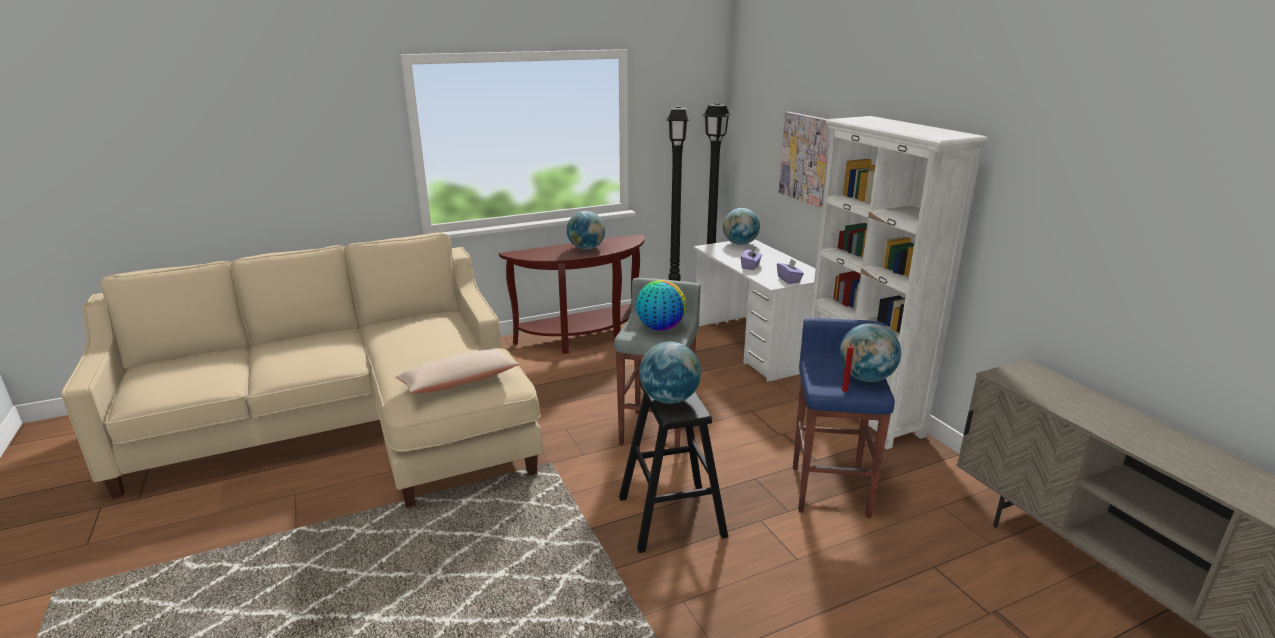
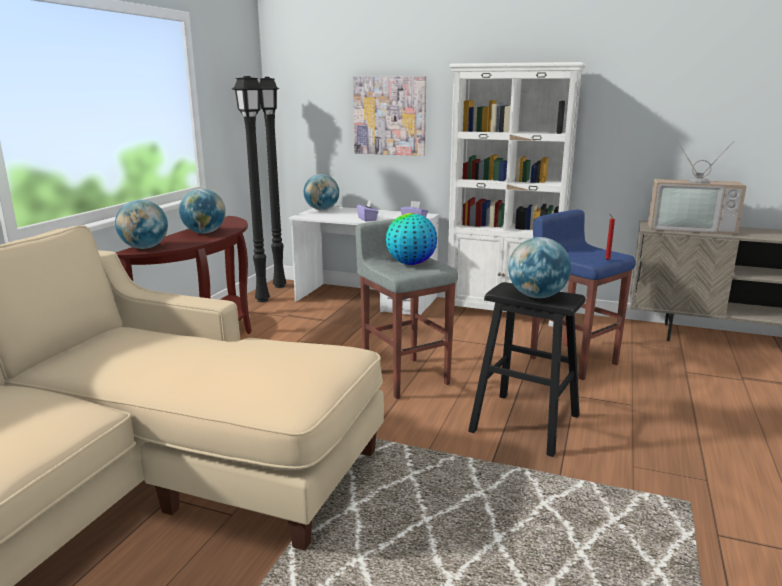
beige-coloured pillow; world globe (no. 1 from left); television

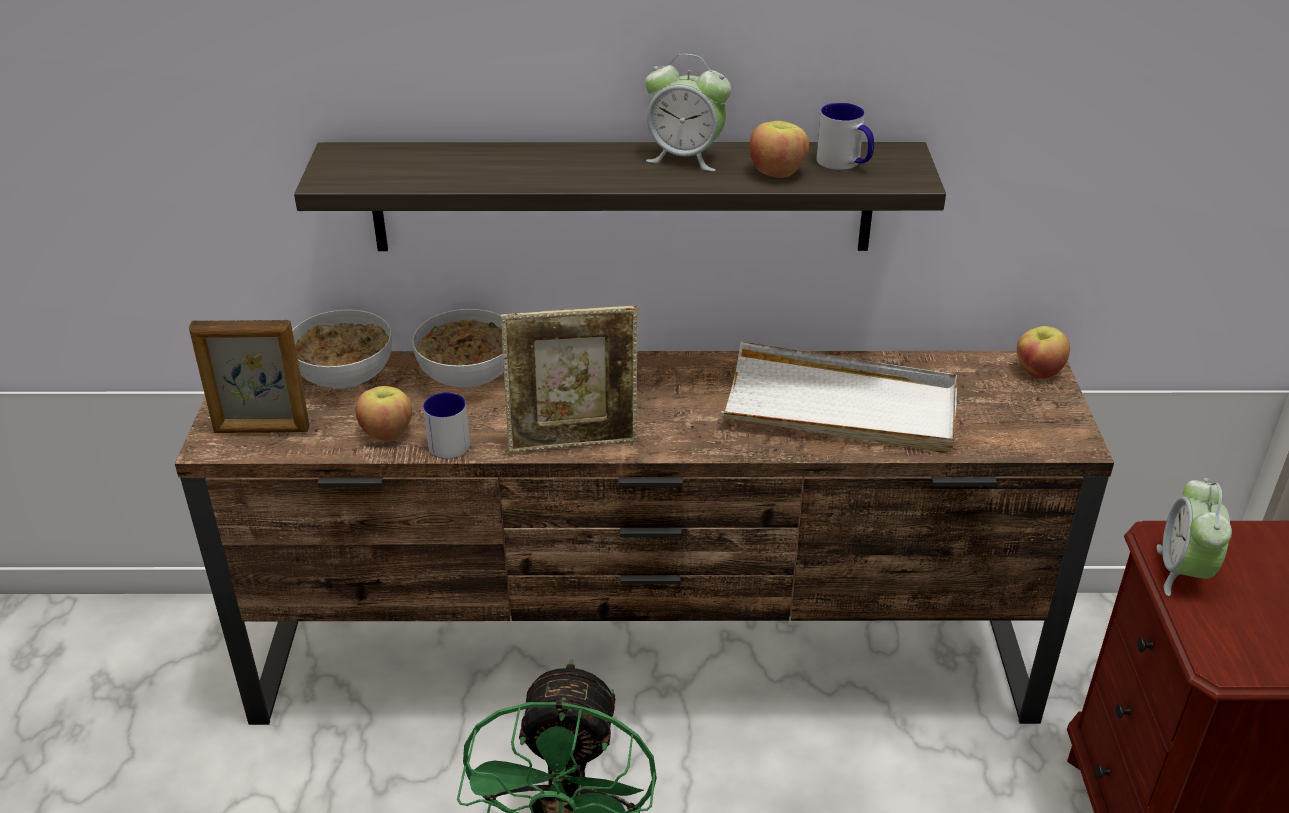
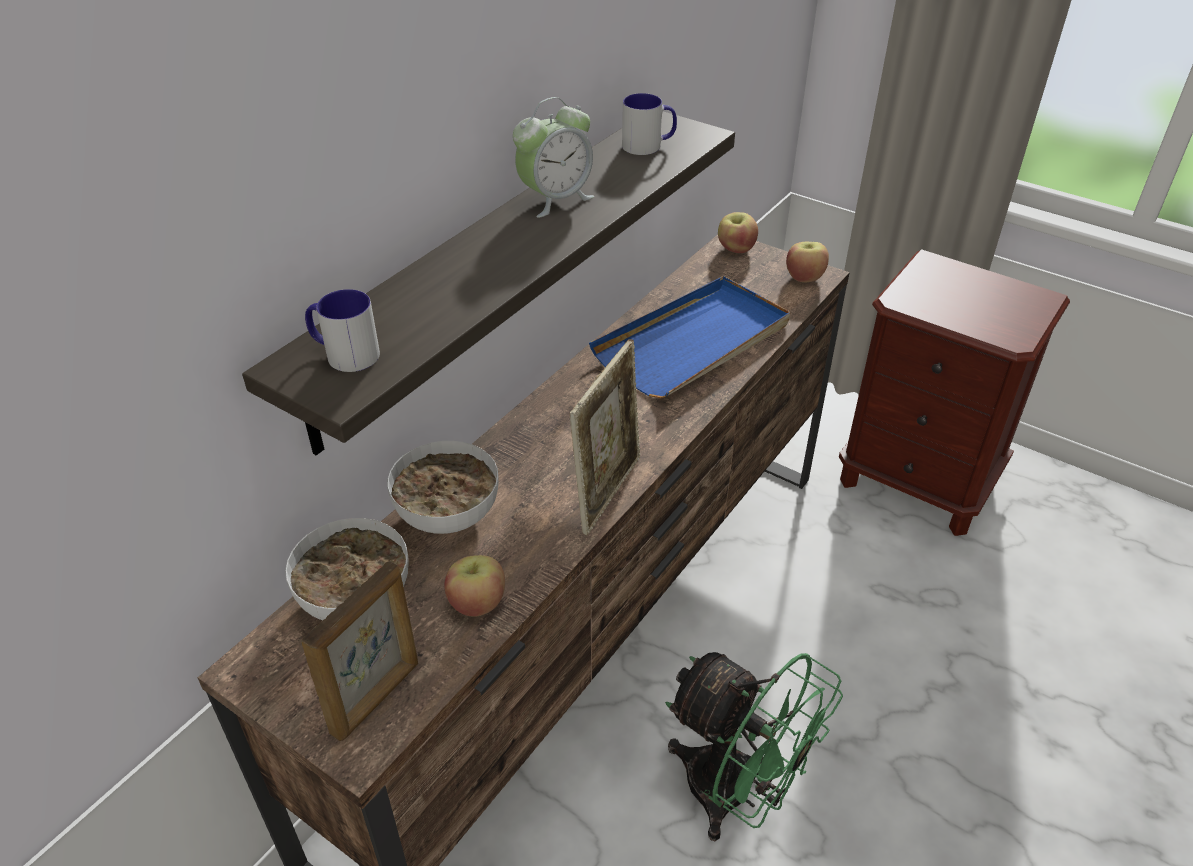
tea mug (no. 1 from left); bluish carrying tray; whole apple (no. 3 from left); table clock (no. 2 from left in the first image)

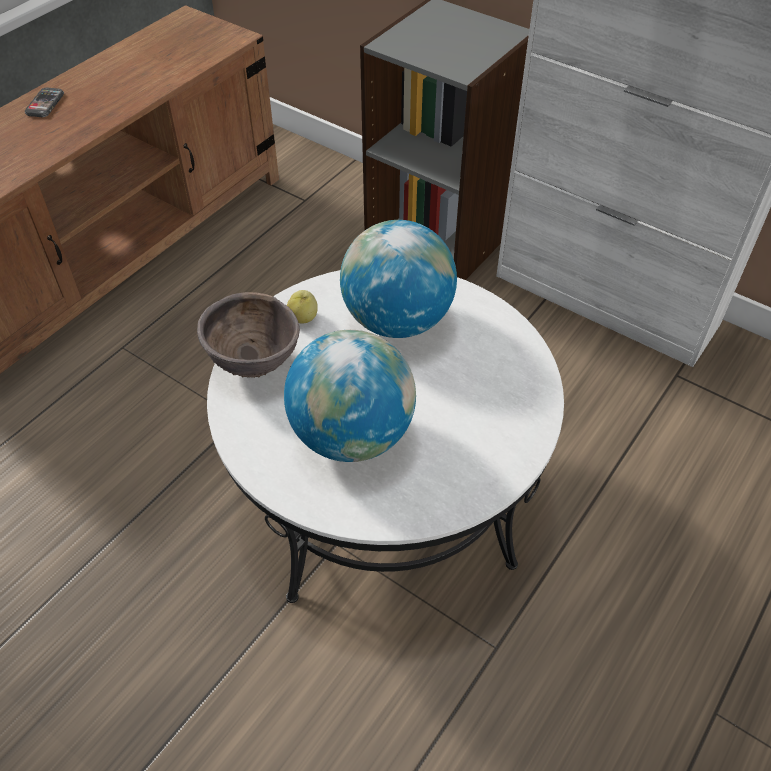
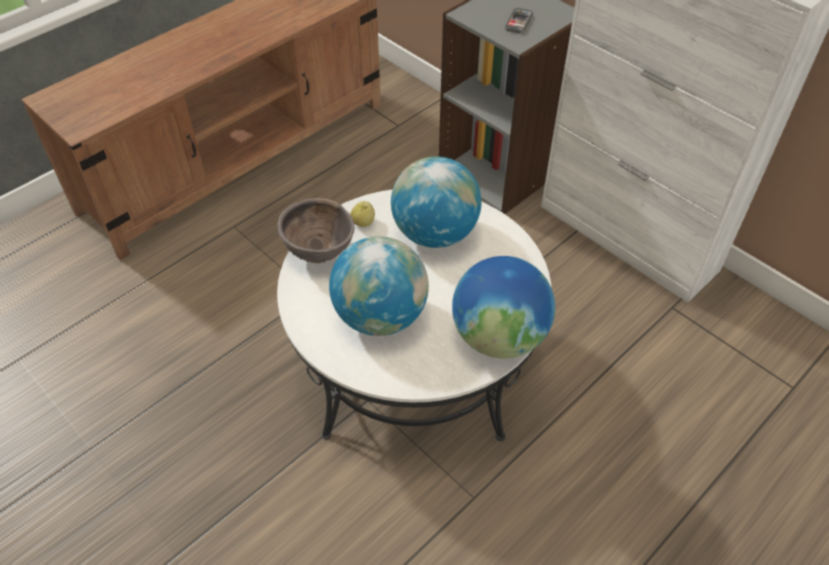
handset; world globe (no. 3 from left)

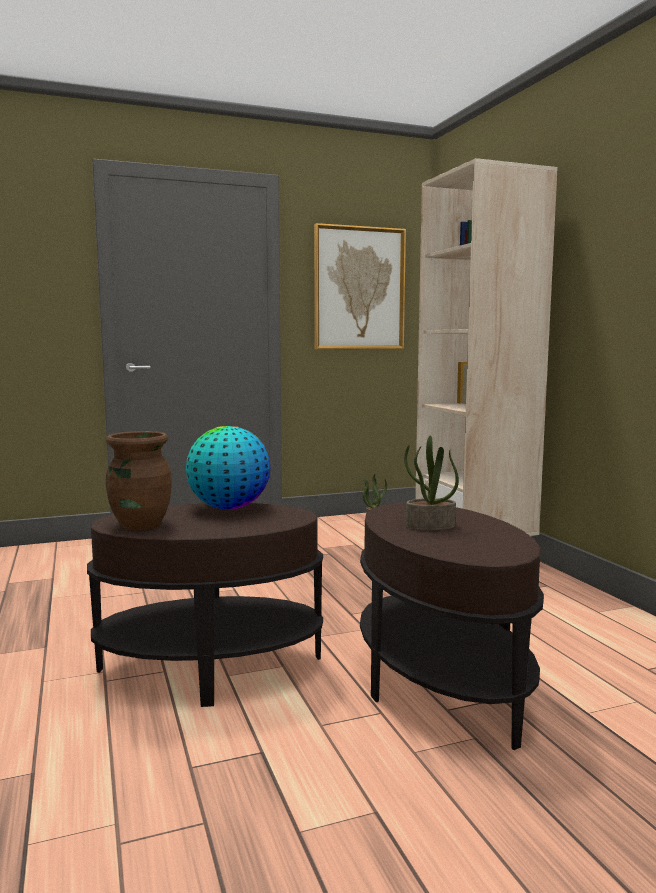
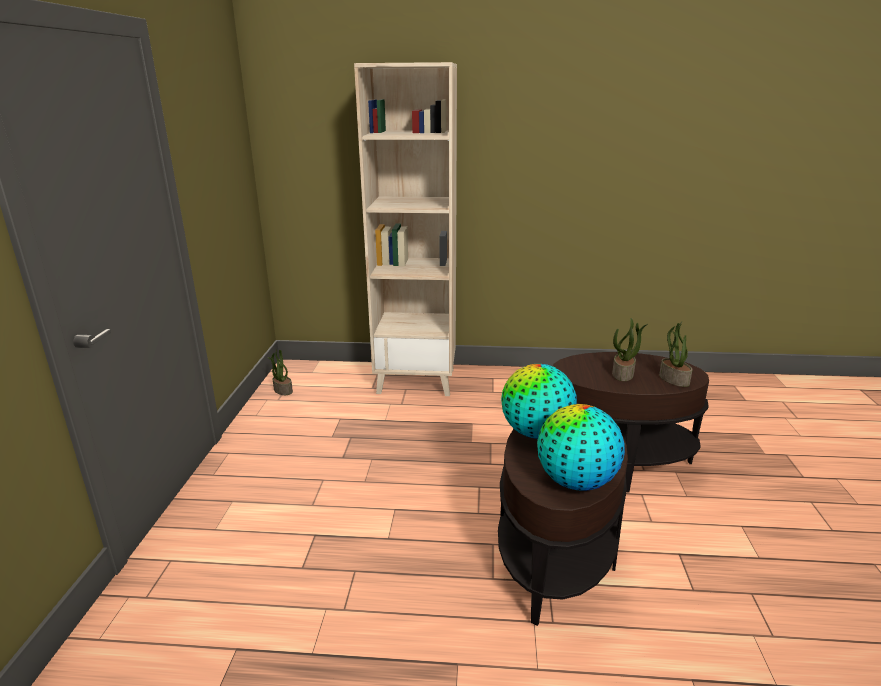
world globe (no. 2 from left); wall art; plant in a pot (no. 3 from left)

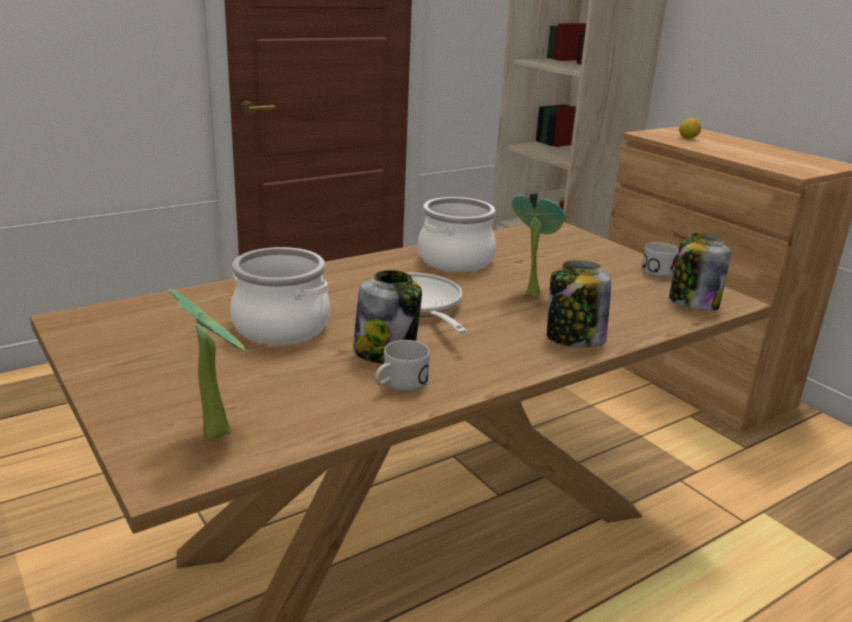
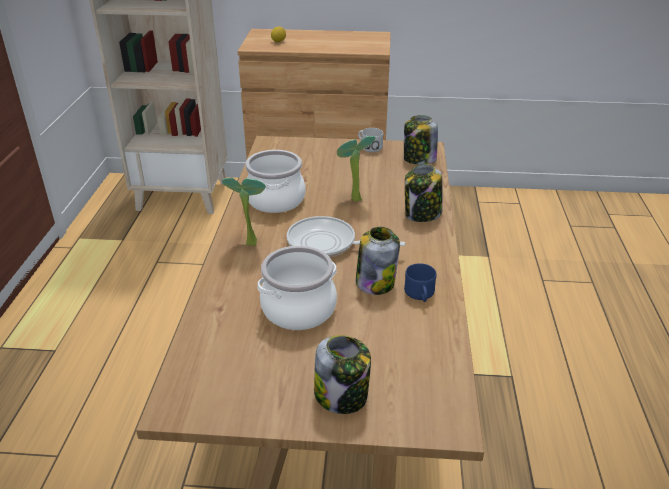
plant in a pot (no. 1 from left); bluish tea mug; jar (no. 1 from left)

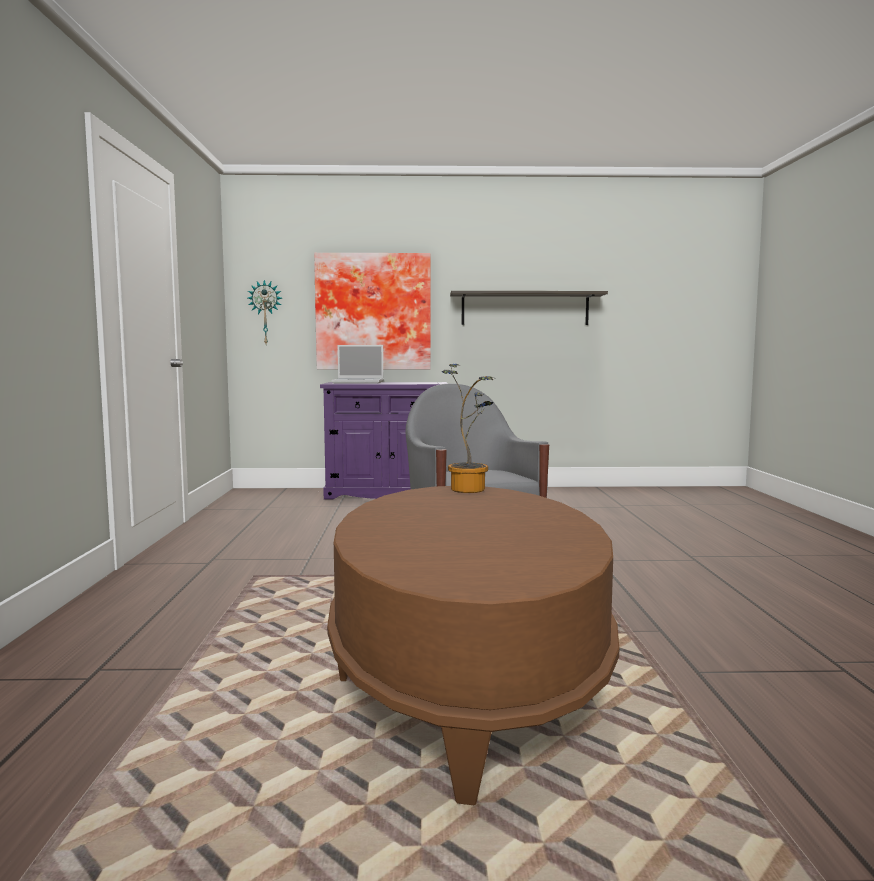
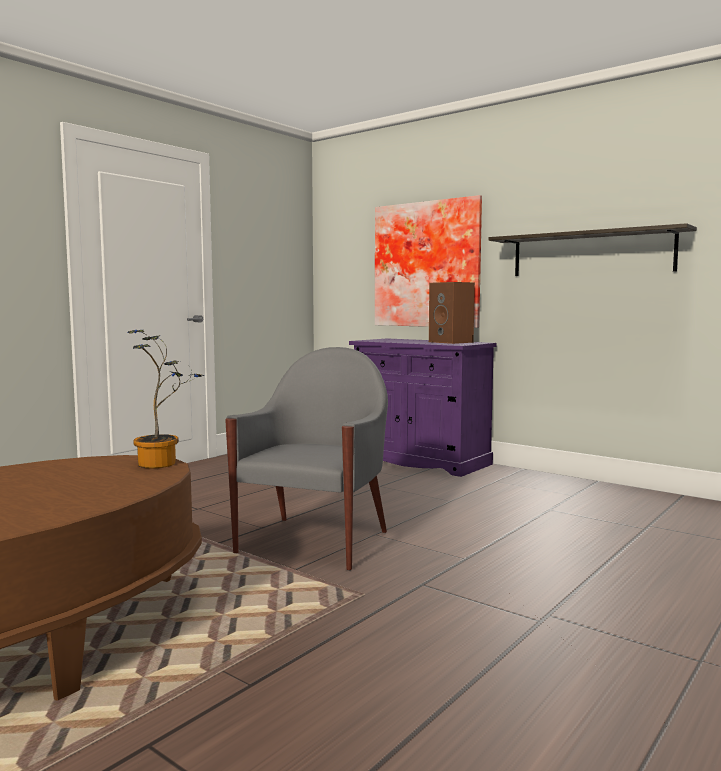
wall clock; portable computer; brown-coloured speaker

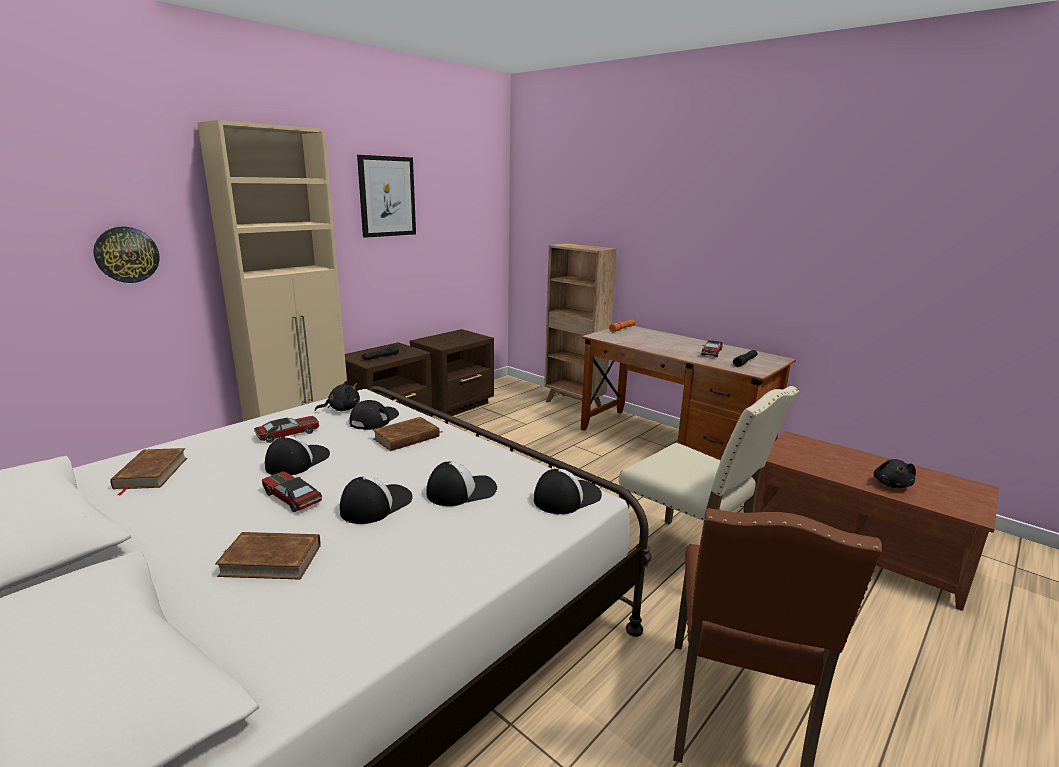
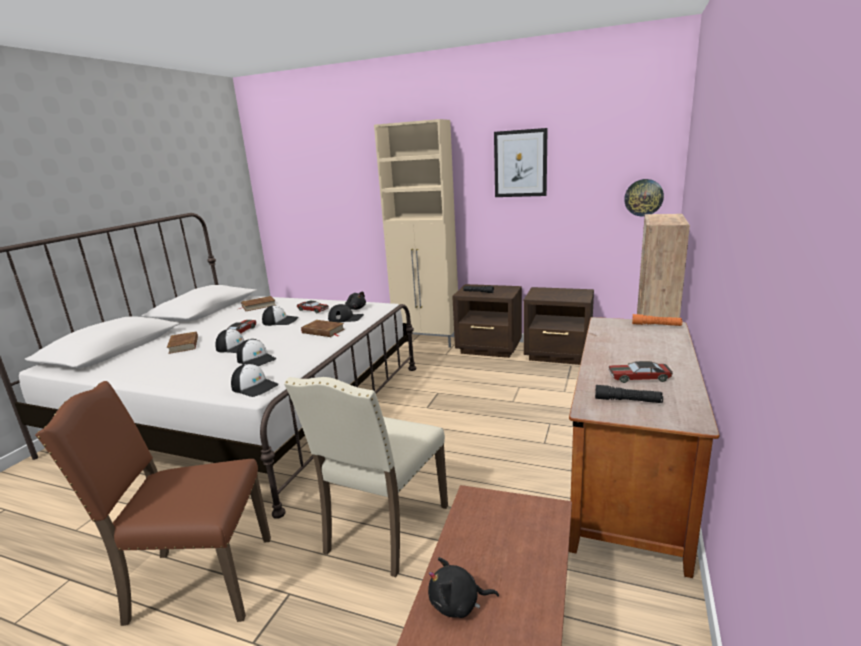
wall clock

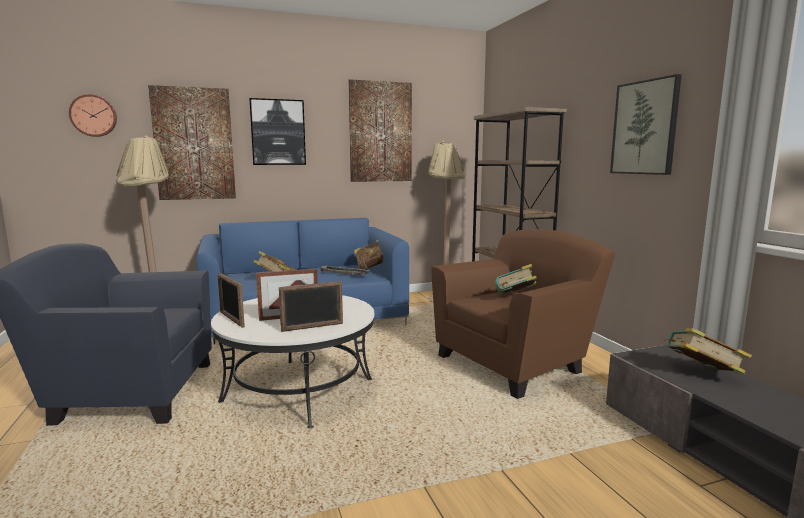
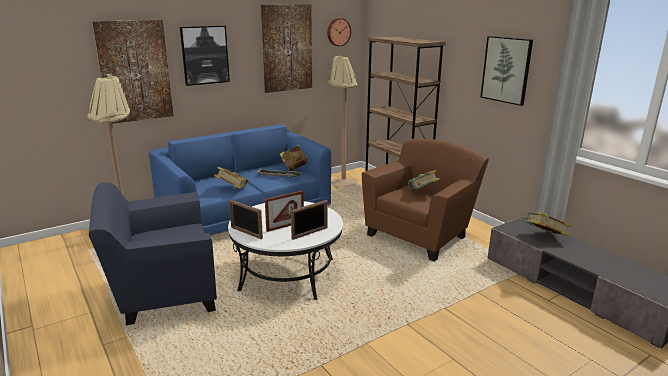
wall clock

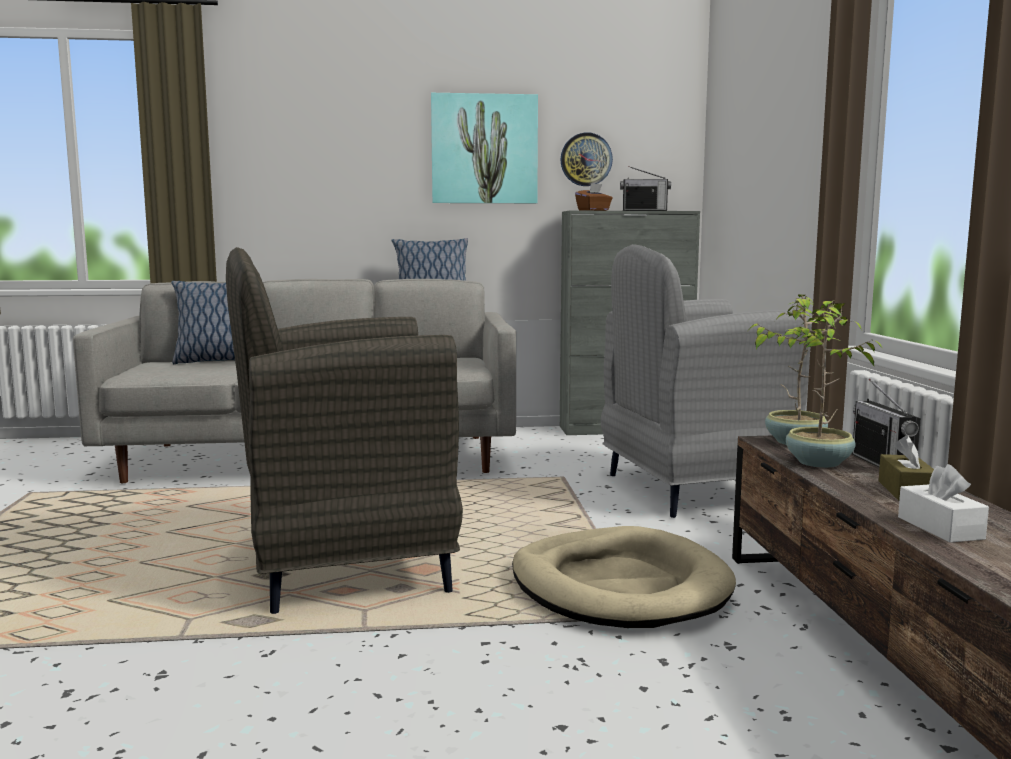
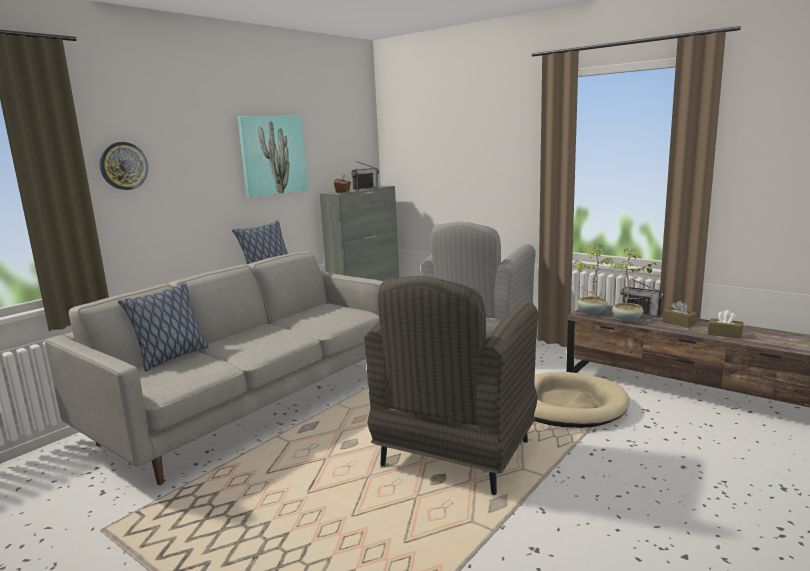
wall clock; brown-coloured tissue holder (no. 3 from left)

